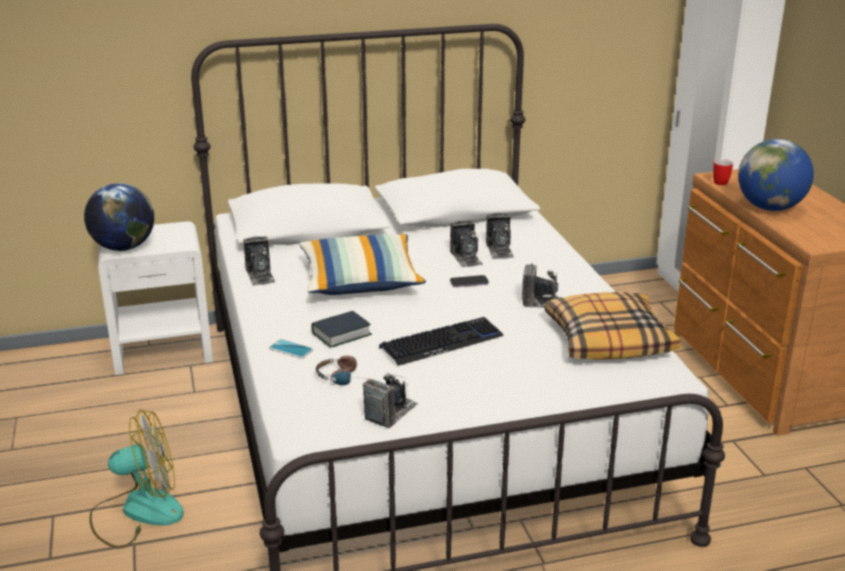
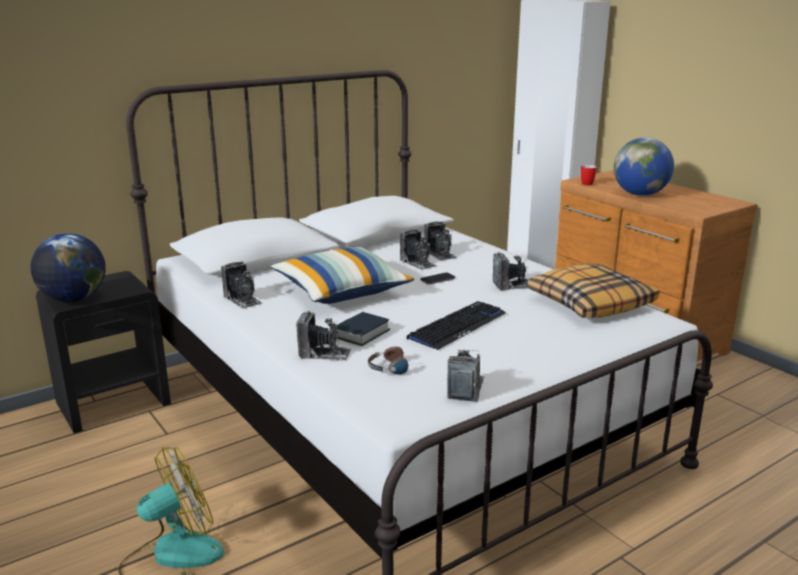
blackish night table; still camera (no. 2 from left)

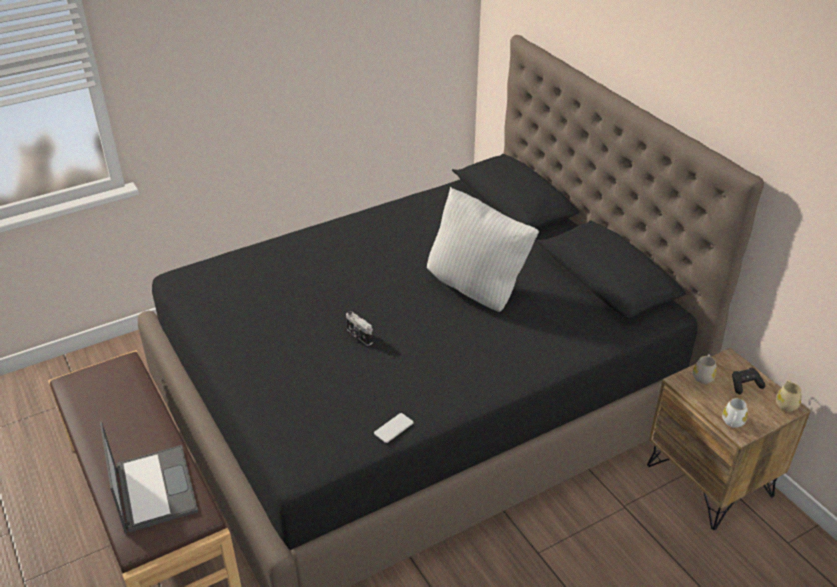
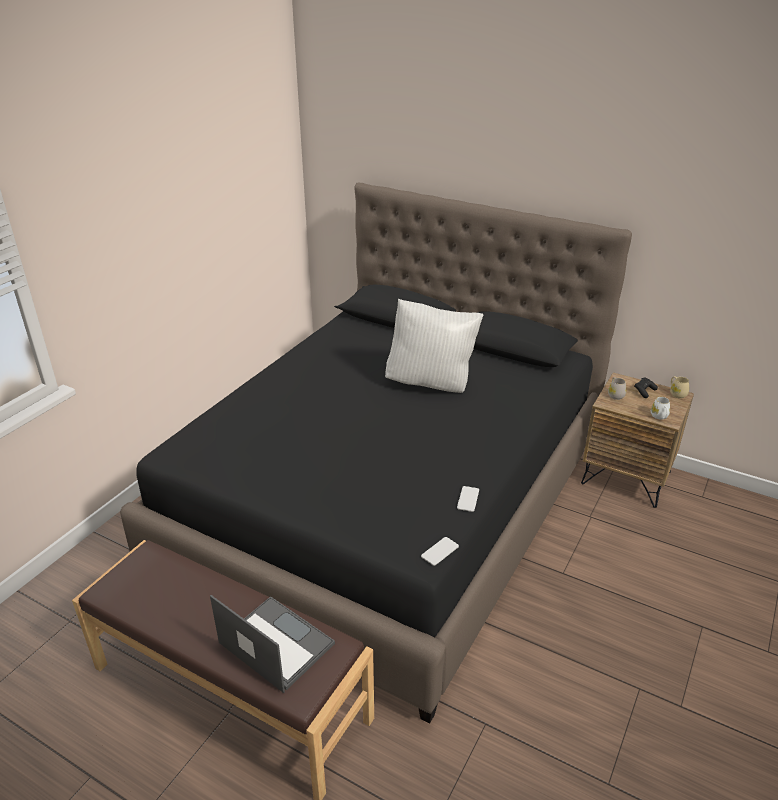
still camera; handset (no. 1 from left)

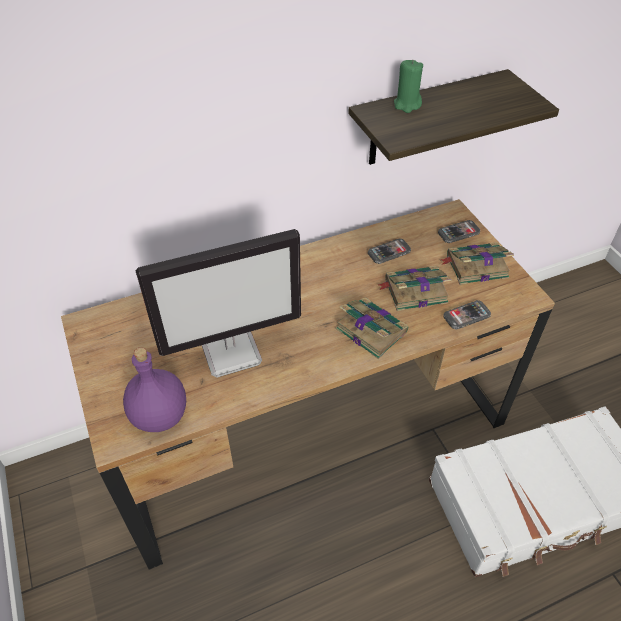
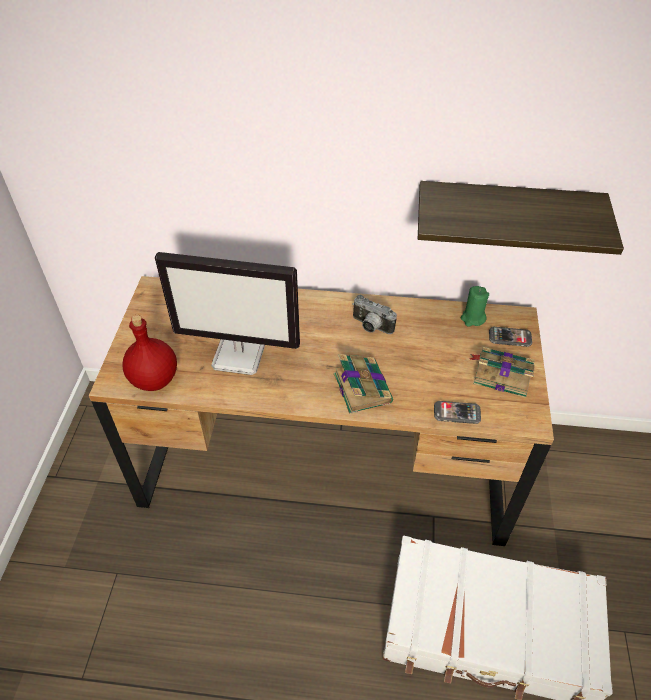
red-coloured bottle; handset (no. 1 from left in the first image); book (no. 2 from left in the first image); greenish wax light; still camera

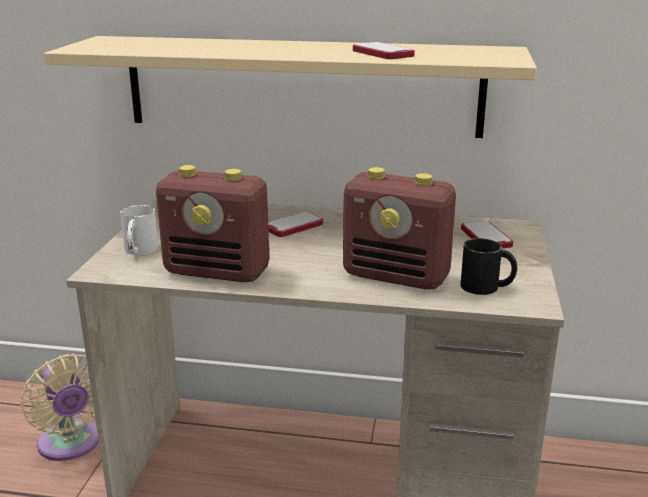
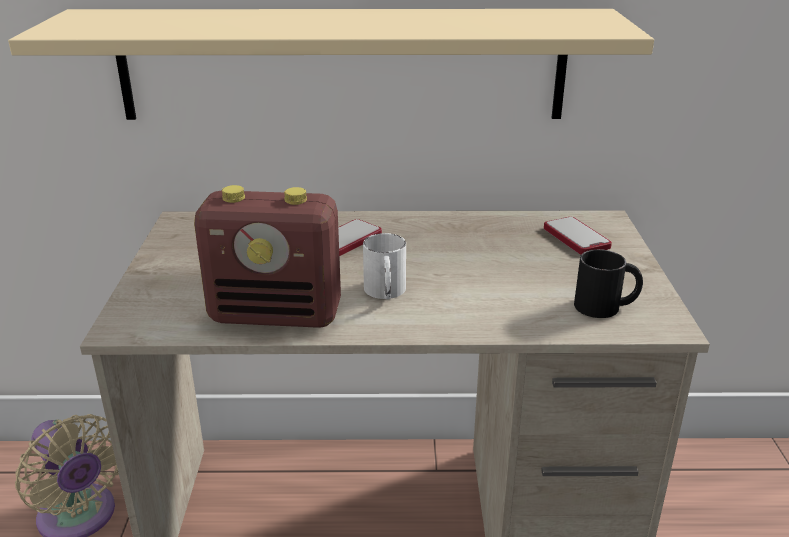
whitish tea mug; radio receiver (no. 2 from left in the first image); handset (no. 2 from left in the first image)

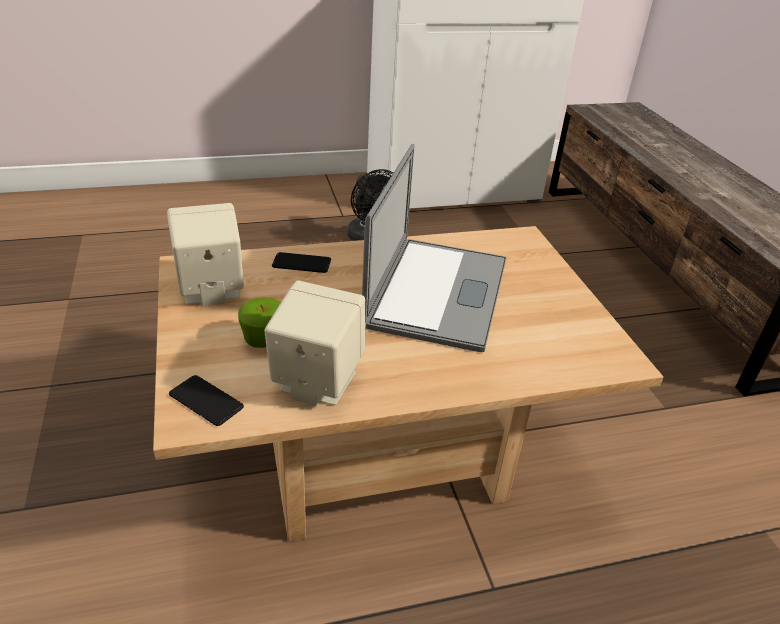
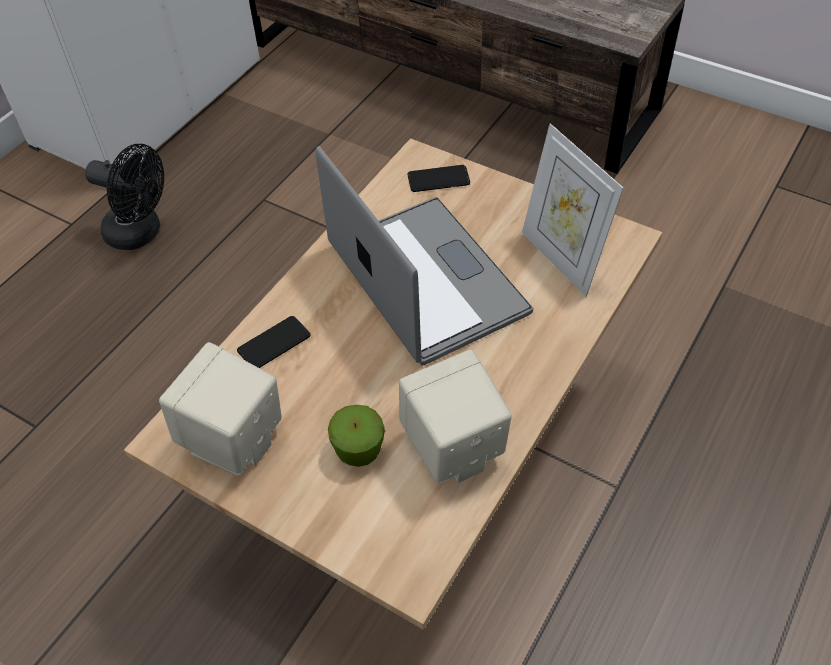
handset (no. 2 from left); standing frame

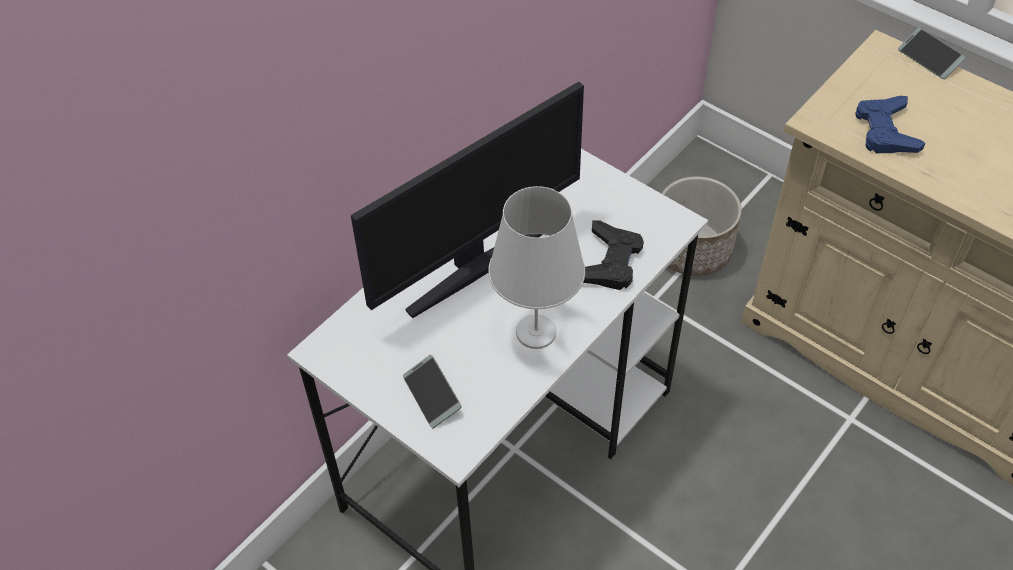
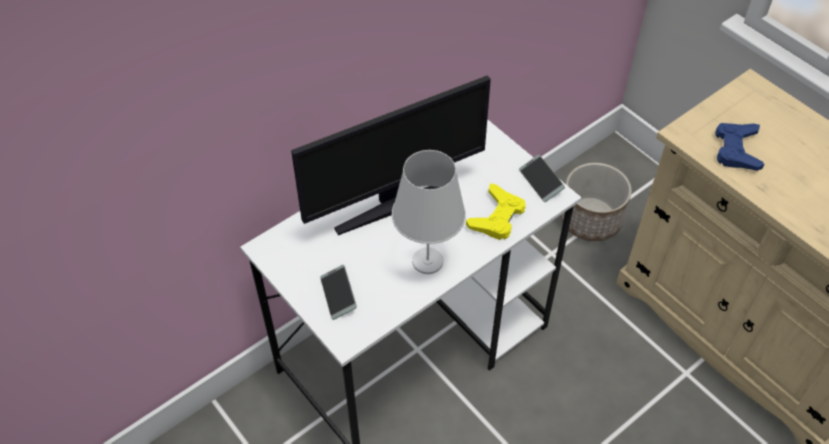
yellow gamepad; handset (no. 2 from left)

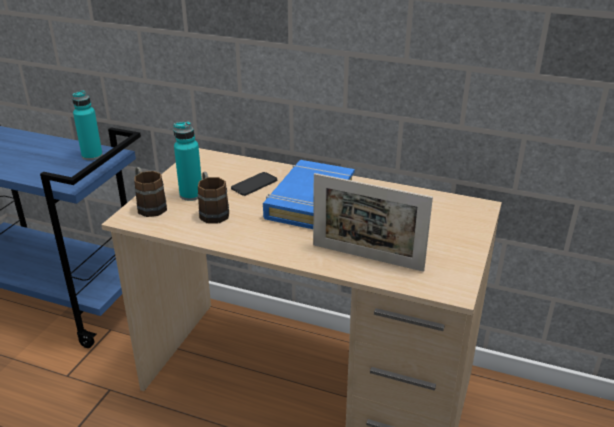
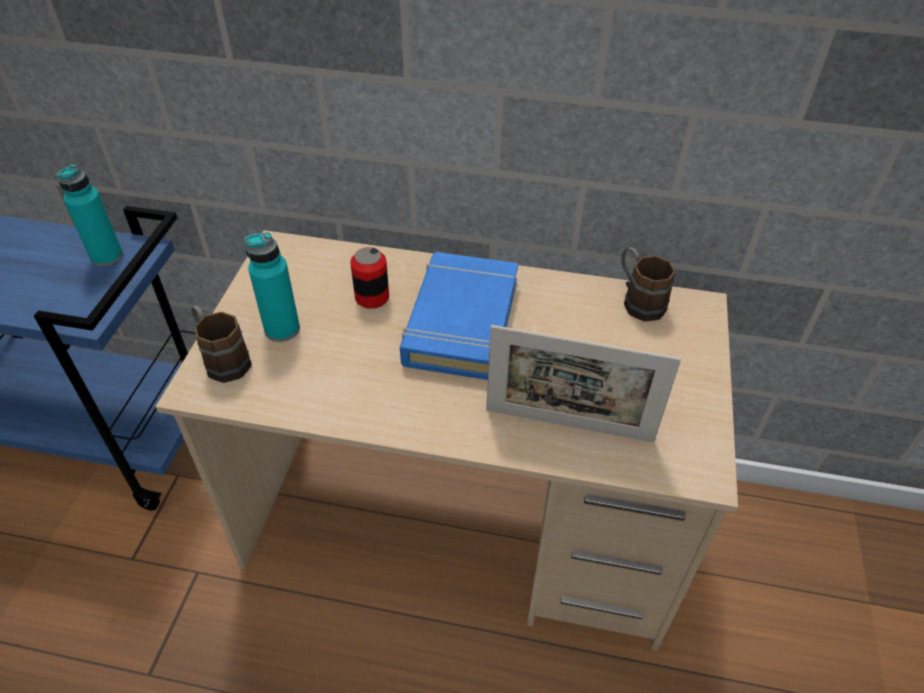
brown-coloured tea mug (no. 2 from left); sealed can

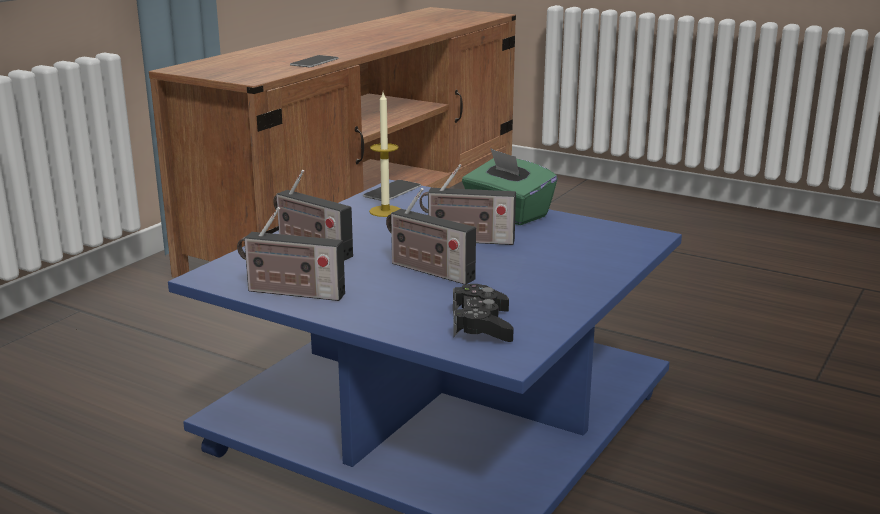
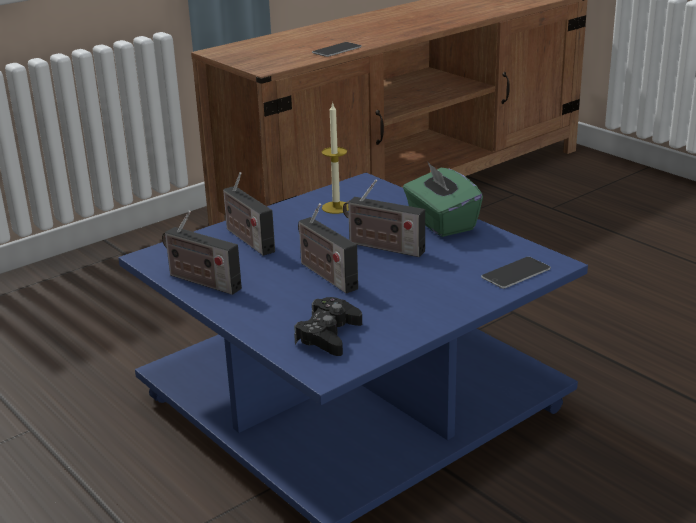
handset (no. 2 from left)

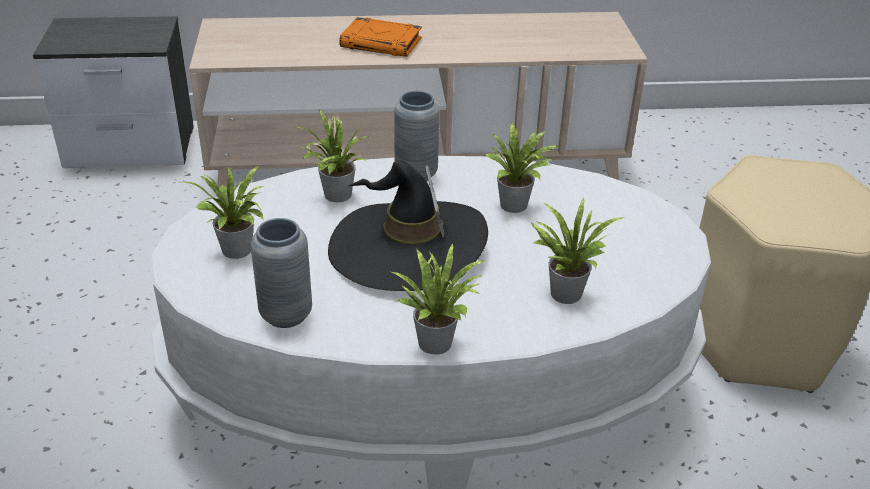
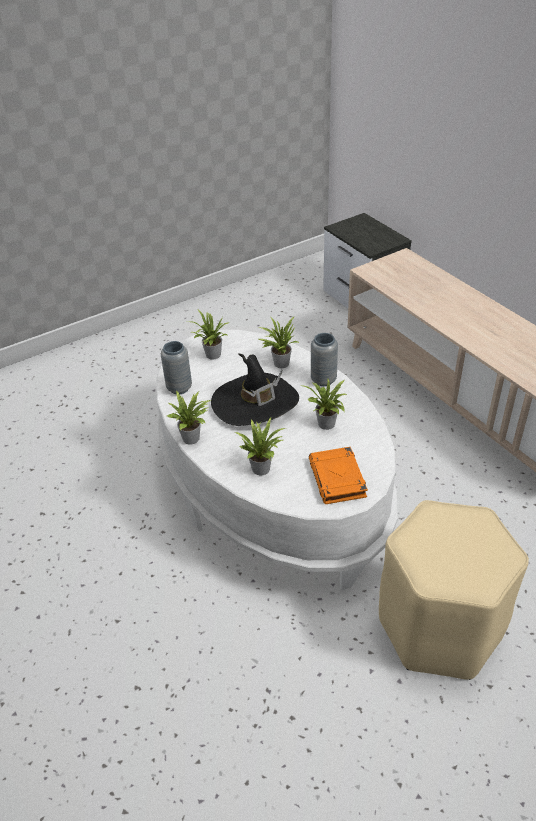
orange book

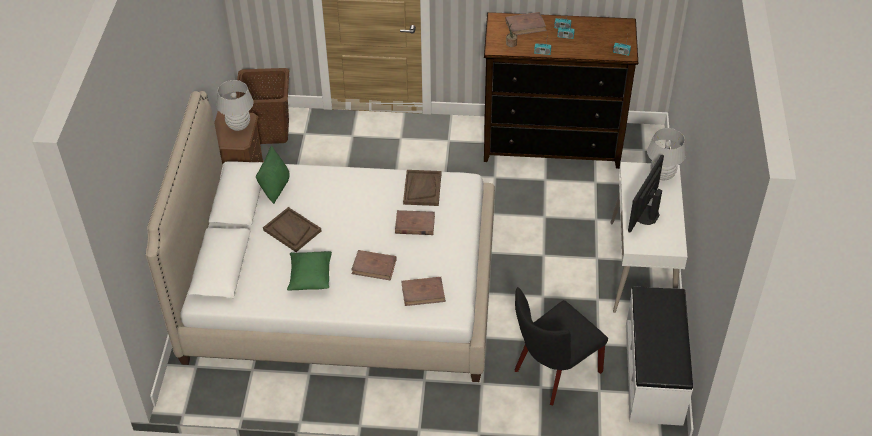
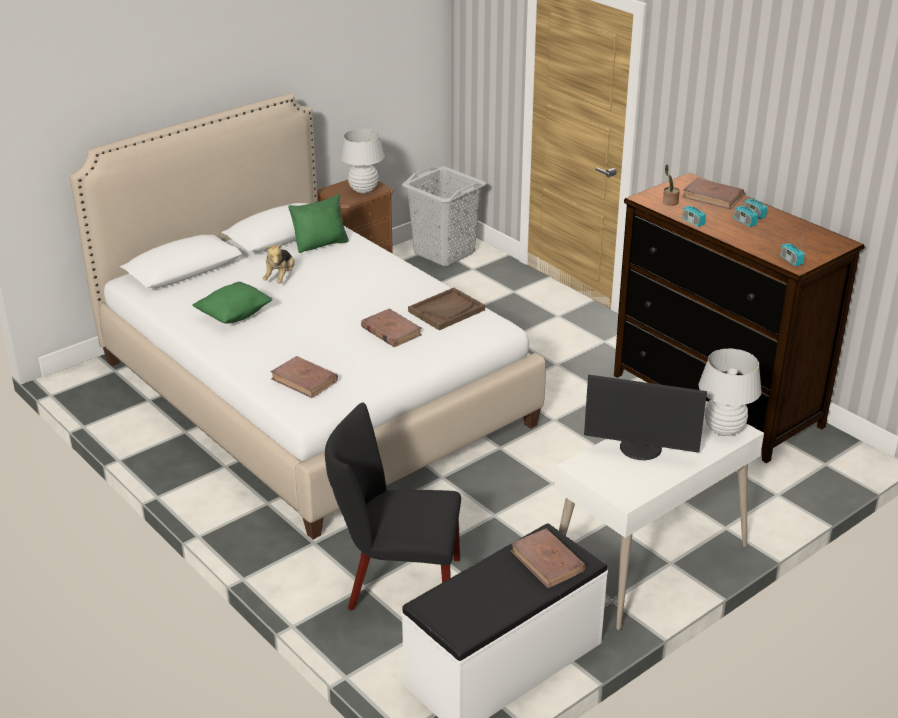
greyish washing basket; soft toy; brown-coloured book (no. 3 from left); monitor

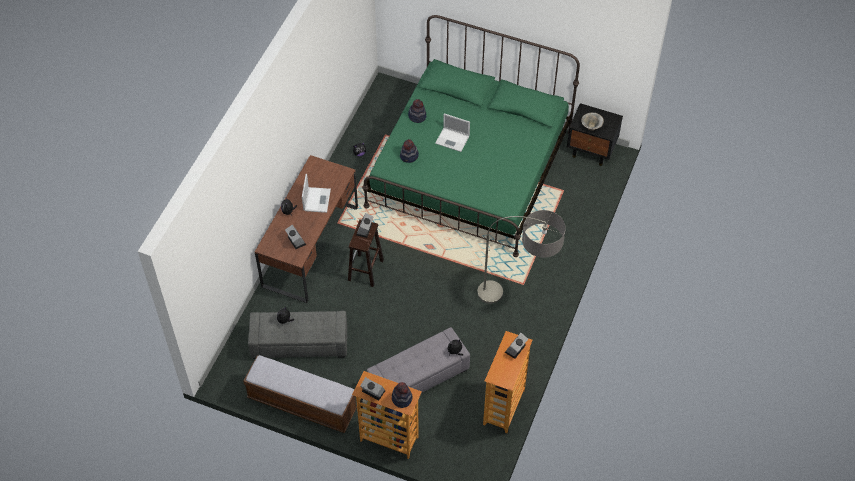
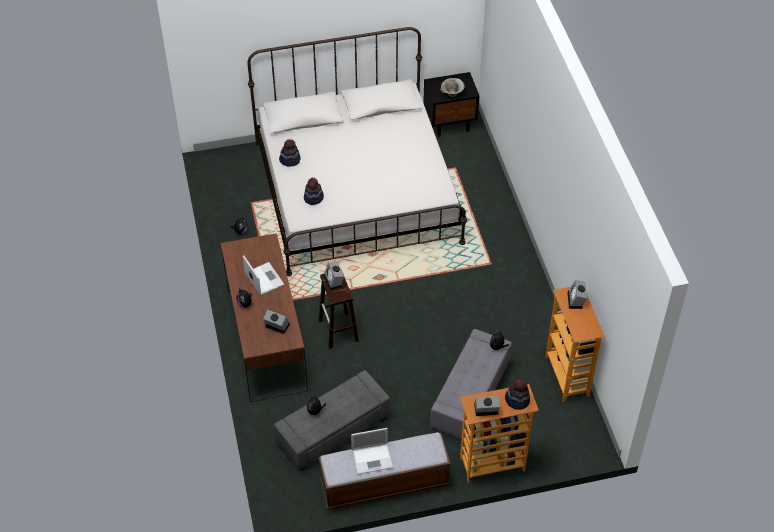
whitish bedroom bed; portable computer (no. 2 from left); standard lamp

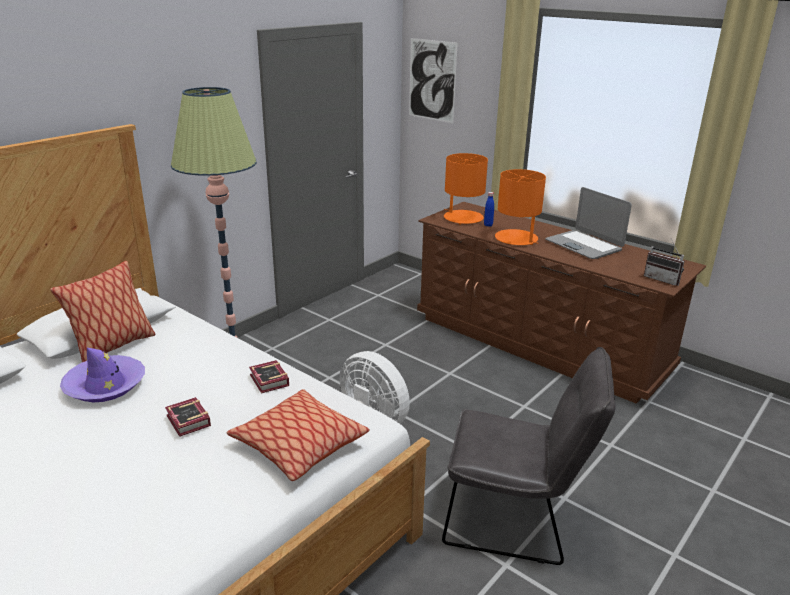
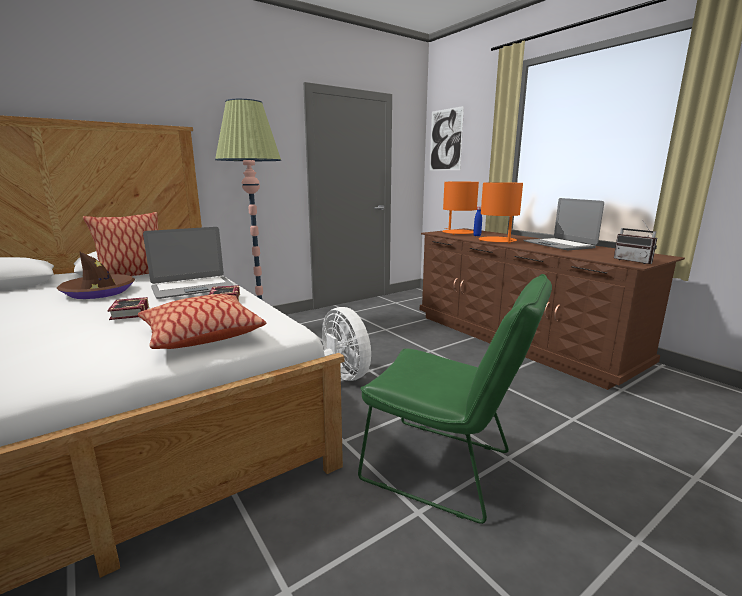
brown-coloured hat; greenish plain chair; portable computer (no. 1 from left)

